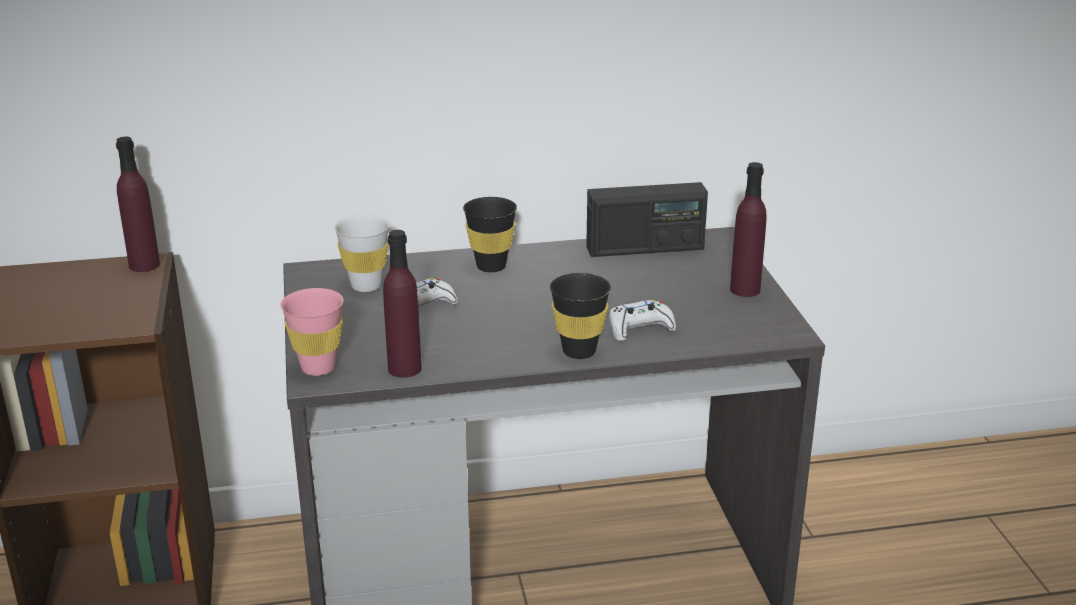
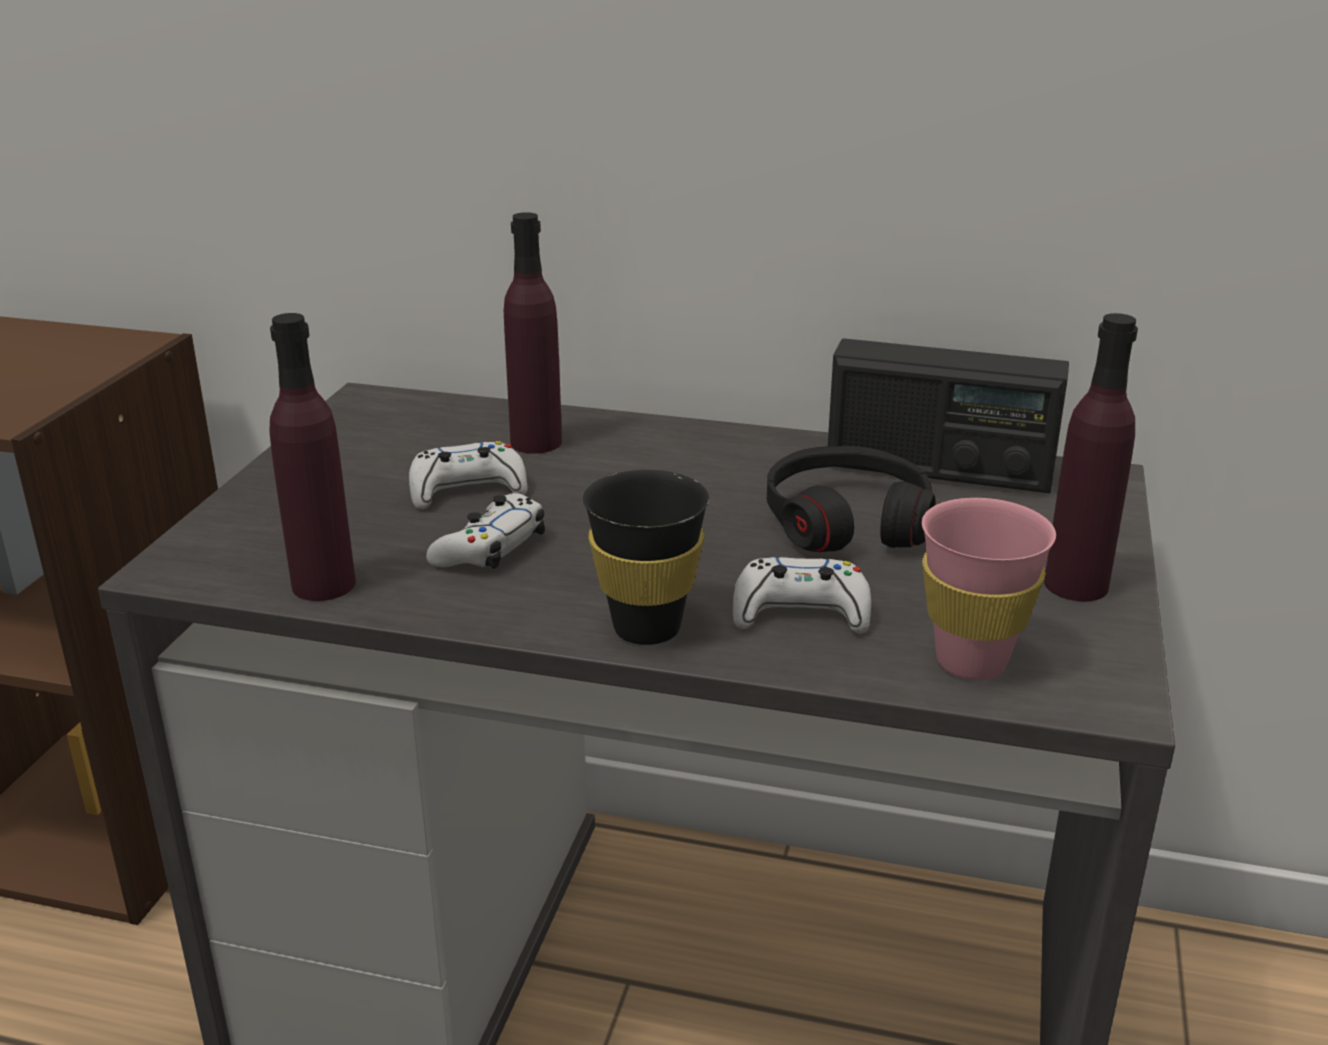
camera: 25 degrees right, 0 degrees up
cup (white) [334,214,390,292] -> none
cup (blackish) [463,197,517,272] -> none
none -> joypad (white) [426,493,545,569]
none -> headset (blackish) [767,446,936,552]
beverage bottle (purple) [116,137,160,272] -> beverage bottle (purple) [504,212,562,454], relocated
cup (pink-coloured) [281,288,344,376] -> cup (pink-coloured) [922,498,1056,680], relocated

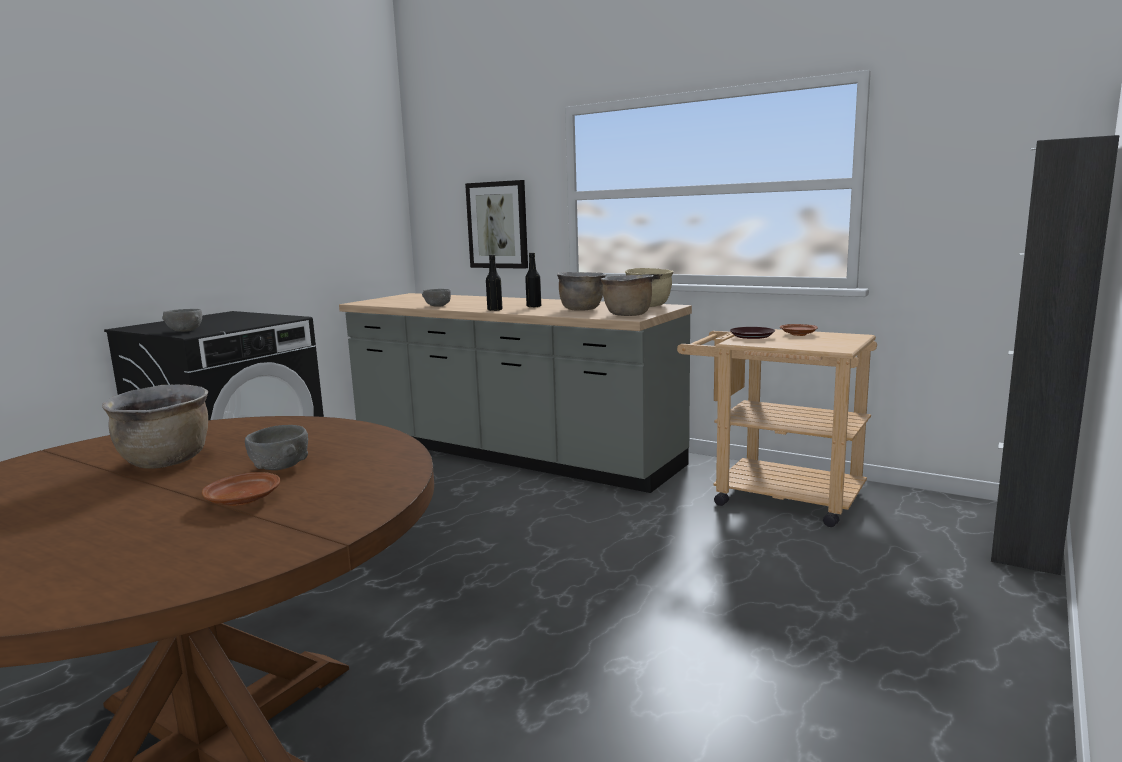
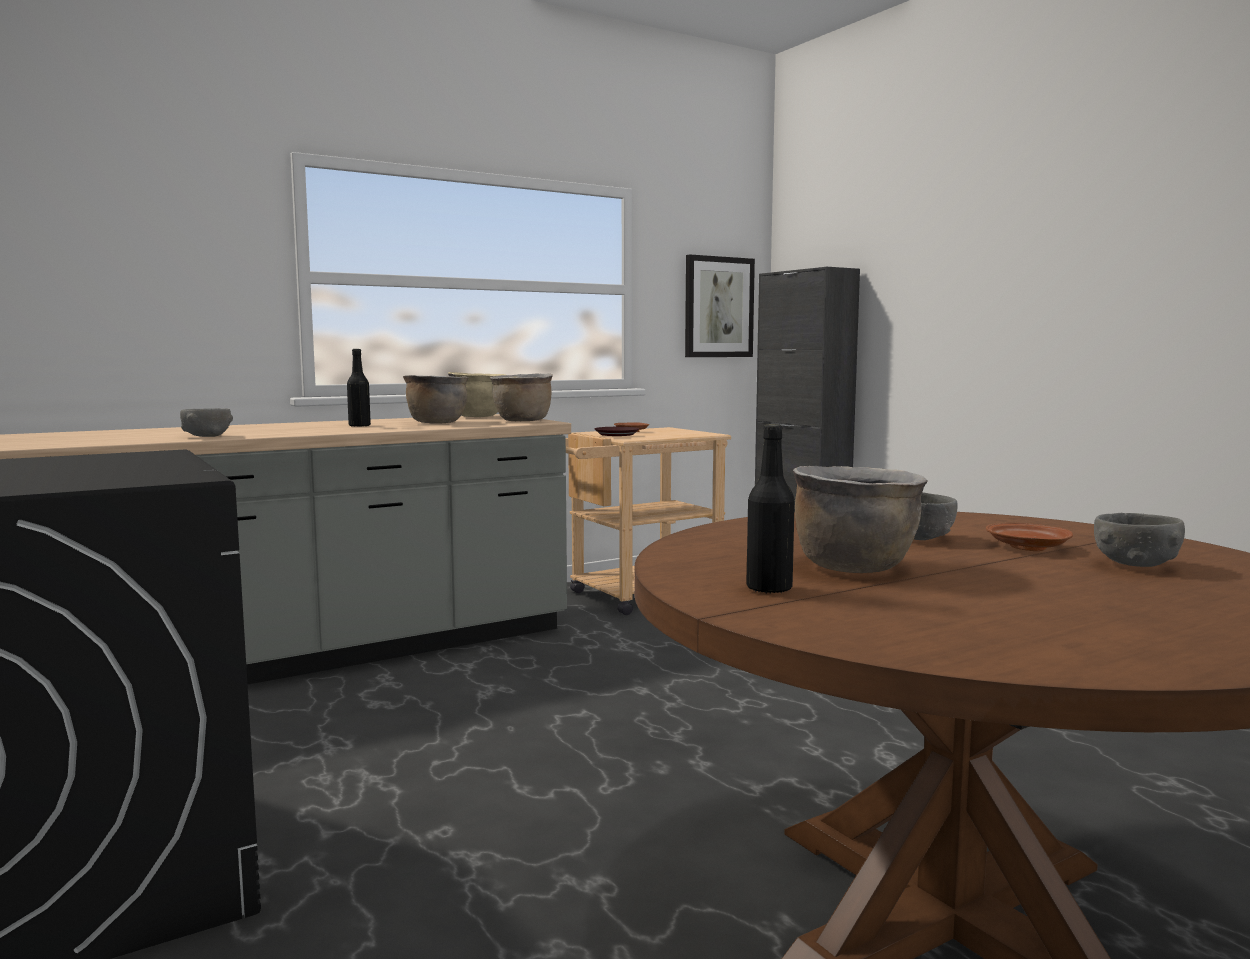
camera: 65 degrees left, 5 degrees down
serving bowl (greyish) [162,309,202,332] -> serving bowl (greyish) [1094,513,1185,567], relocated
picture [465,180,528,269] -> picture [685,255,755,357], relocated
beverage bottle (blackish) [486,255,503,311] -> beverage bottle (blackish) [746,425,795,593], relocated

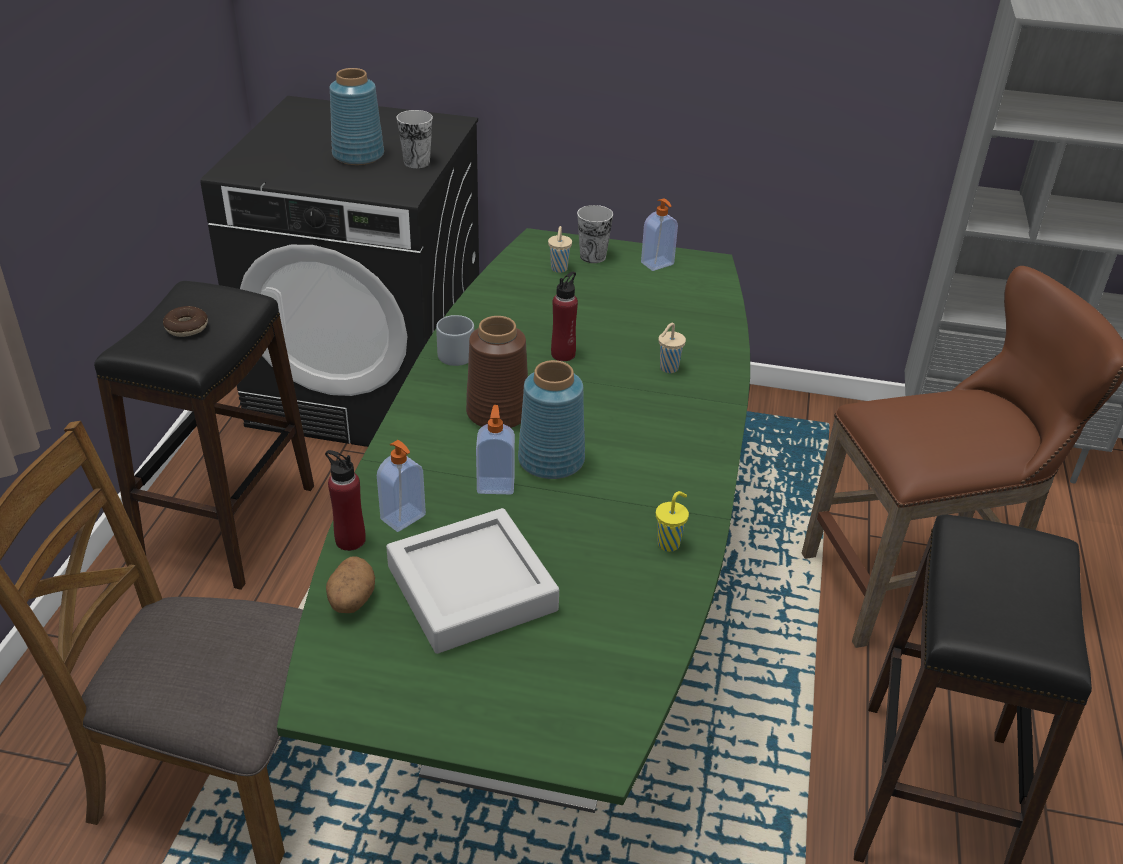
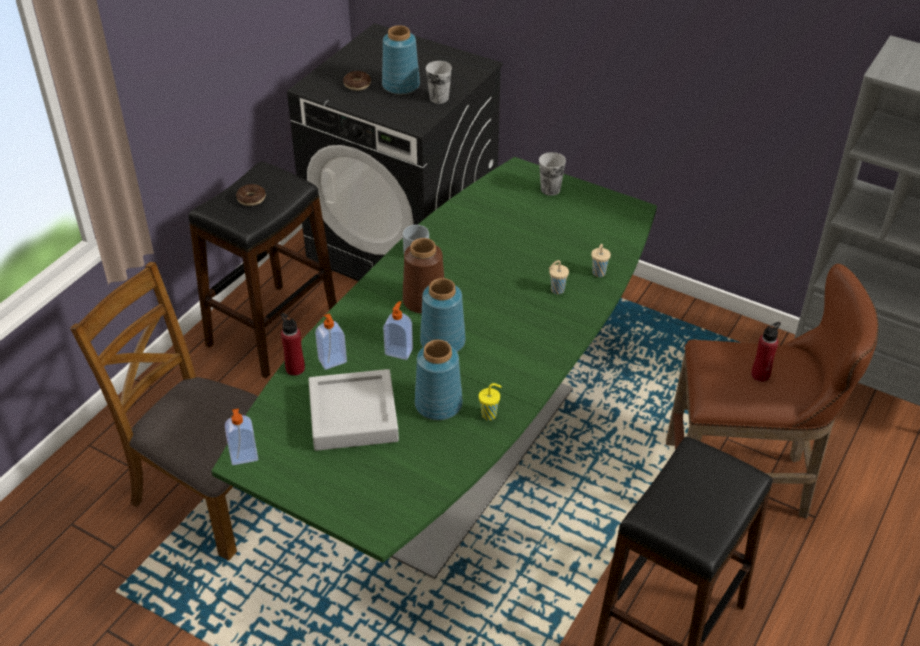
camera: 20 degrees right, 5 degrees up
potato [326,557,375,613] -> none
none -> donut [343,71,371,91]
none -> decorative vase (blue) [415,340,463,420]
cup (beige) [548,226,572,273] -> cup (beige) [591,244,611,277], relocated
beverage bottle (red-coloured) [551,272,578,361] -> beverage bottle (red-coloured) [751,322,781,382], relocated
soap dispenser [641,198,678,271] -> soap dispenser [225,409,258,465], relocated

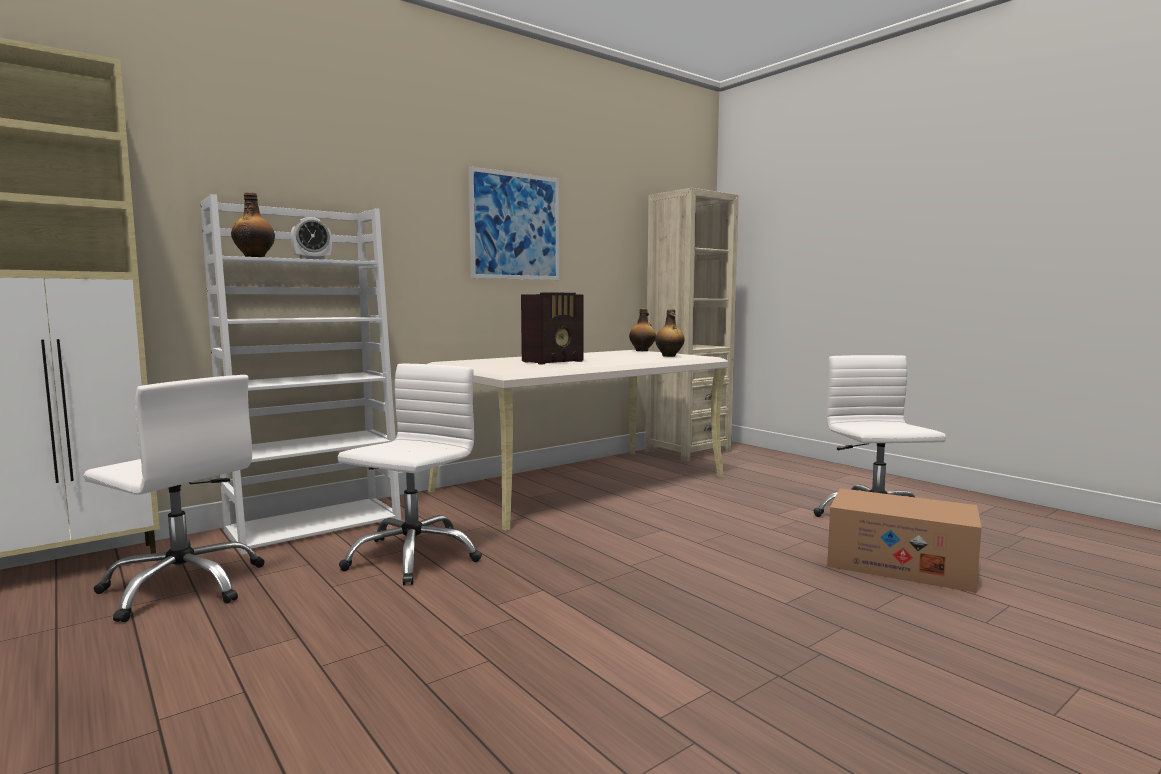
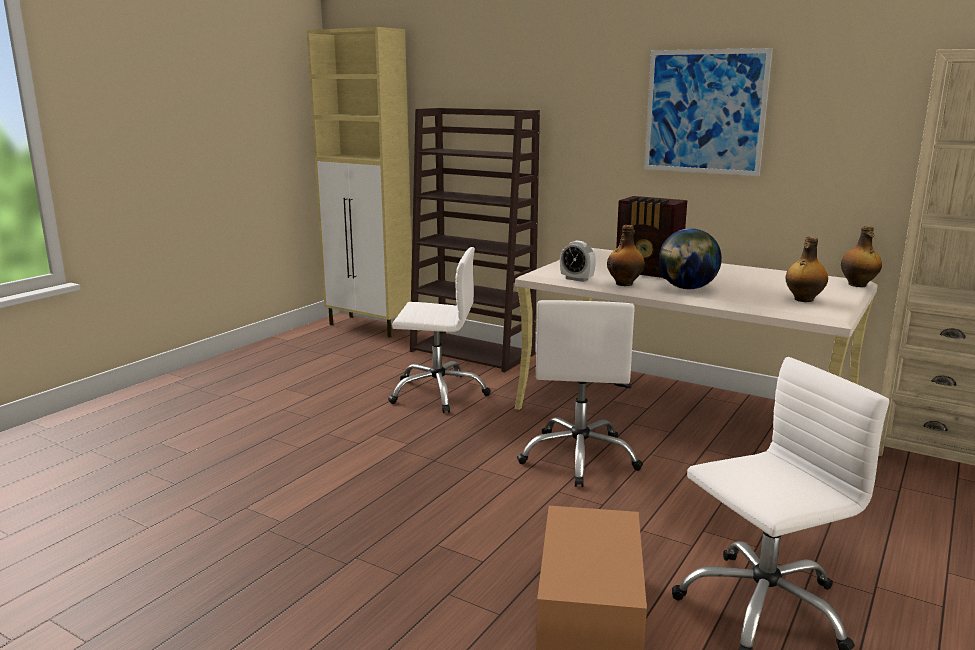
camera: 70 degrees right, 10 degrees up
none -> desk globe [659,228,722,289]
computer chair (white) [84,375,265,622] -> computer chair (white) [517,300,643,487], relocated
beverage bottle [231,192,275,257] -> beverage bottle [607,225,645,286], relocated
bedside clock [290,217,332,260] -> bedside clock [560,241,596,282], relocated
bookcase (white) [200,194,401,555] -> bookcase (brown) [410,108,540,372]

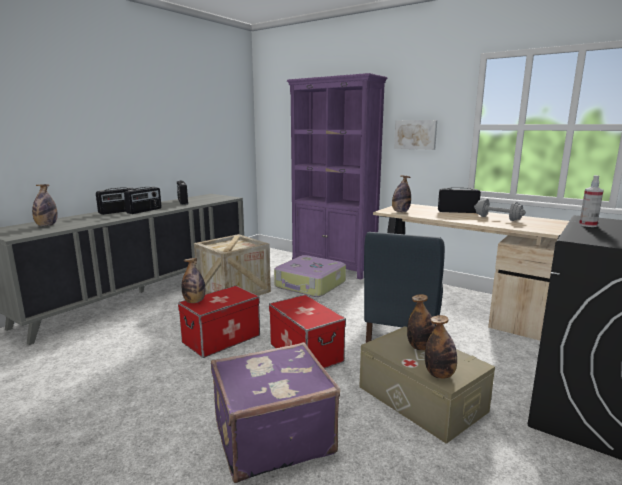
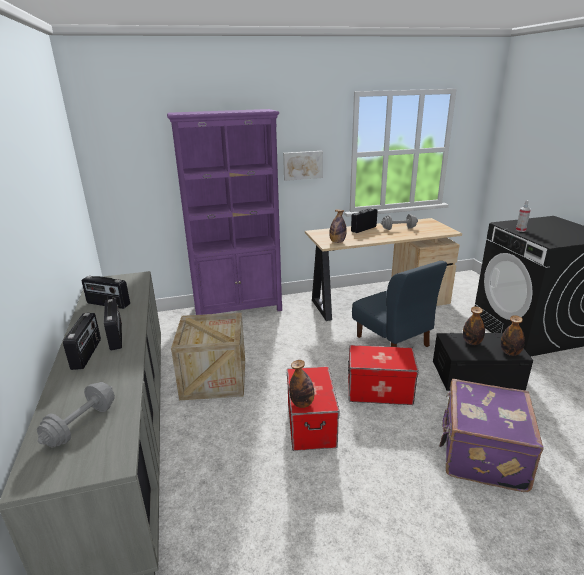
camera: 50 degrees left, 10 degrees up
piece of luggage [274,255,346,297] -> none
beverage bottle [32,184,58,226] -> hand weight (greyish) [37,382,115,448]
storage bin (beige) [360,326,495,444] -> storage bin (blackish) [433,333,533,391]

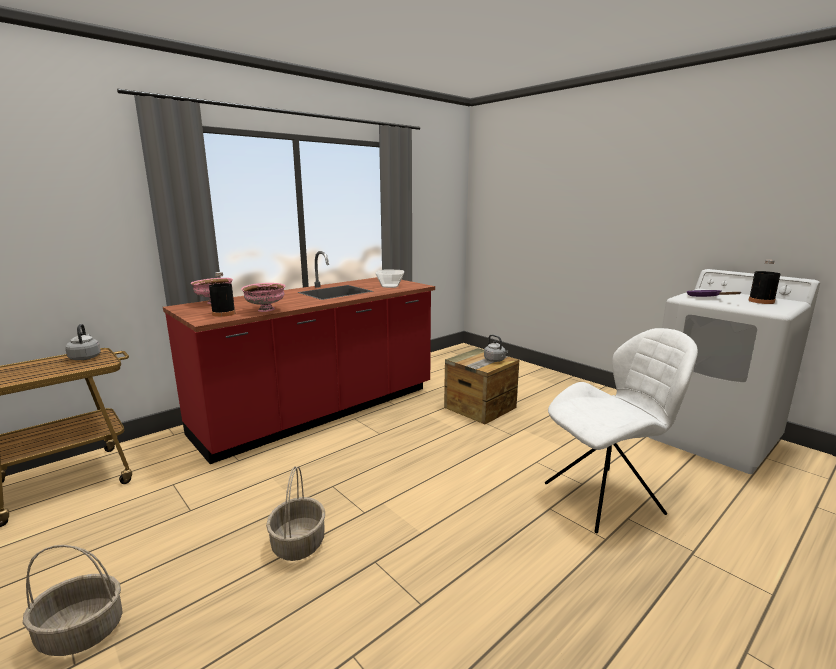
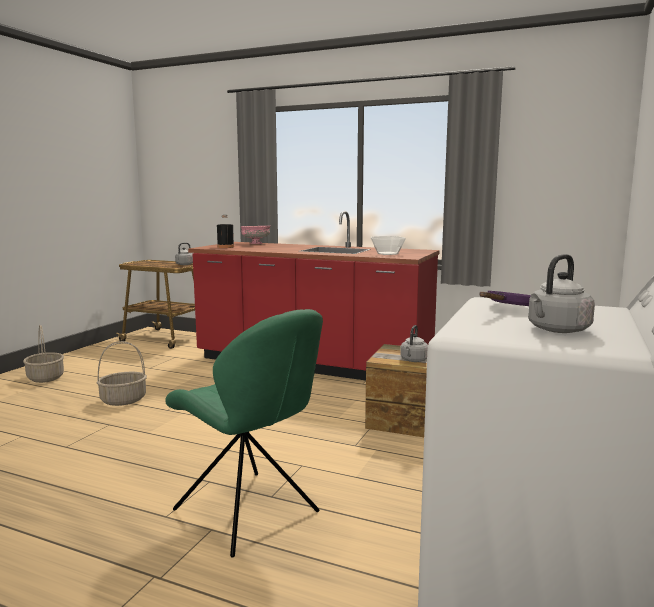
camera: 65 degrees right, 5 degrees down
serving bowl (pink-coloured) [241,283,285,312] -> none
beverage bottle (blackish) [748,260,780,304] -> tea kettle (greyish) [528,254,595,333]
upright chair (white) [545,328,698,533] -> upright chair (greenish) [165,309,323,557]

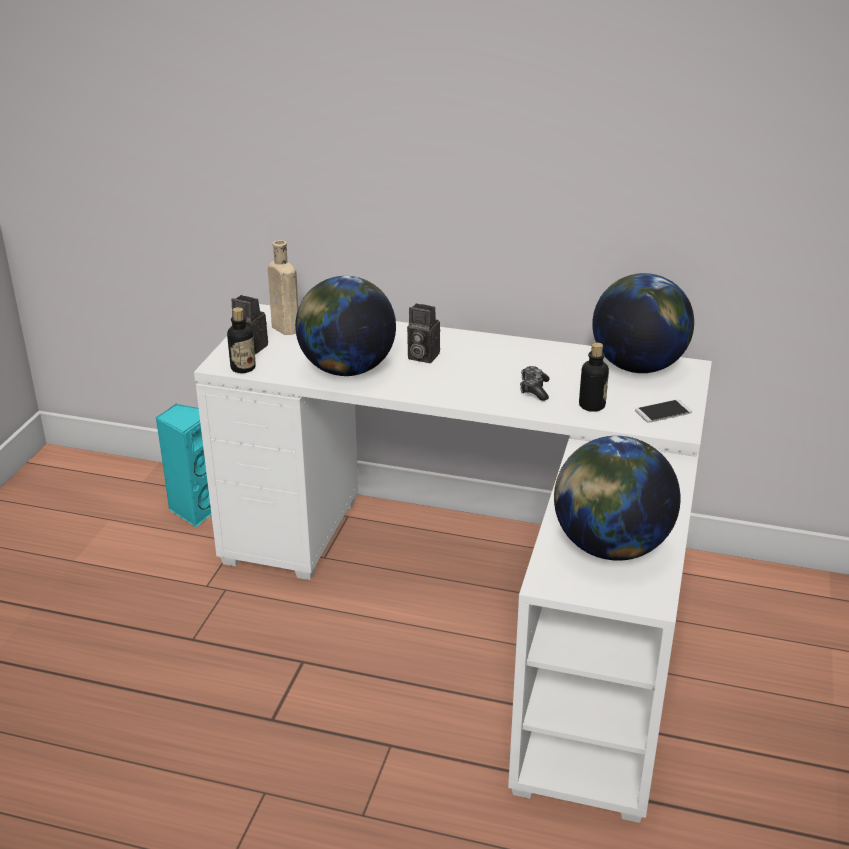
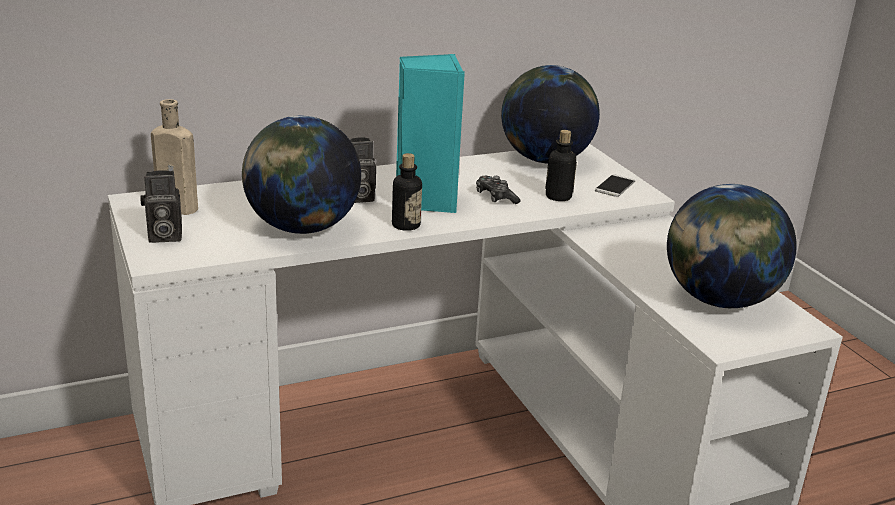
camera: 40 degrees left, 5 degrees down
audio speaker (turquoise) [155,403,211,527] -> audio speaker (turquoise) [396,54,465,213], relocated
beverage bottle [227,307,256,373] -> beverage bottle [392,153,422,231], relocated

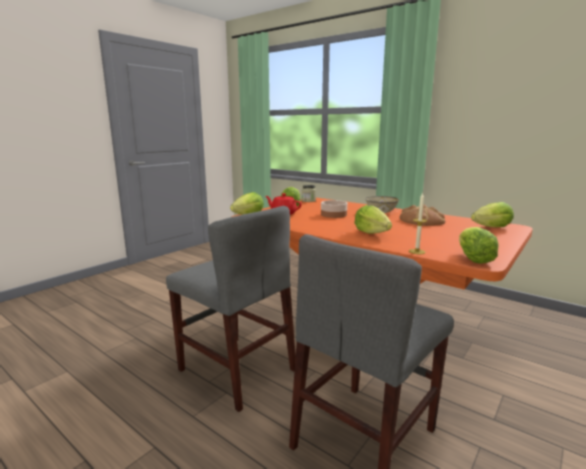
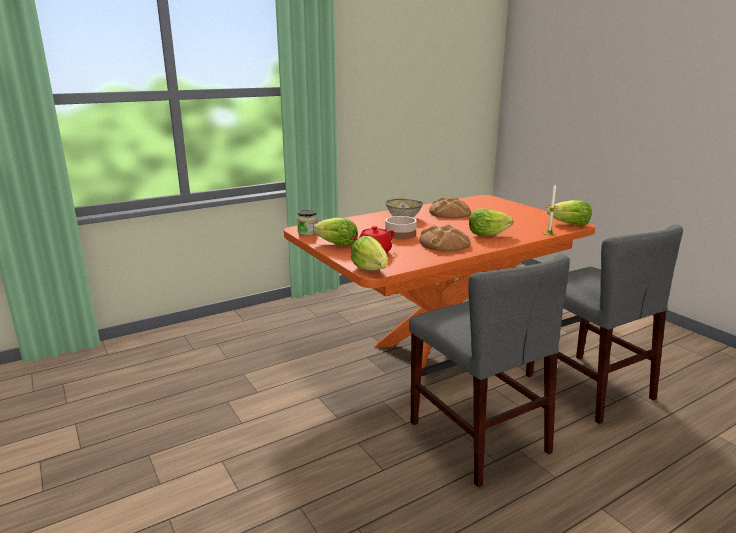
camera: 70 degrees left, 5 degrees up
head of lettuce [471,202,514,227] -> none
none -> bakery bread [419,225,471,251]
upright chair (greyish) [166,206,296,412] -> upright chair (greyish) [409,254,570,487], 90 degrees clockwise

